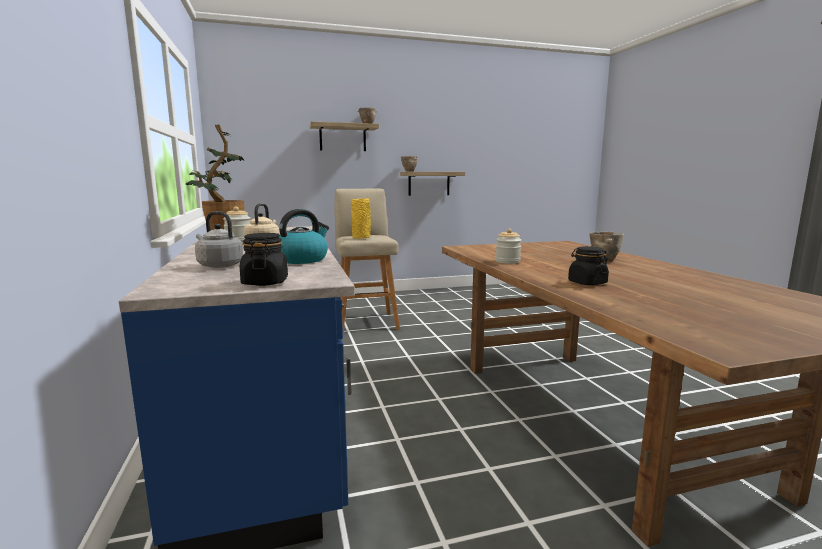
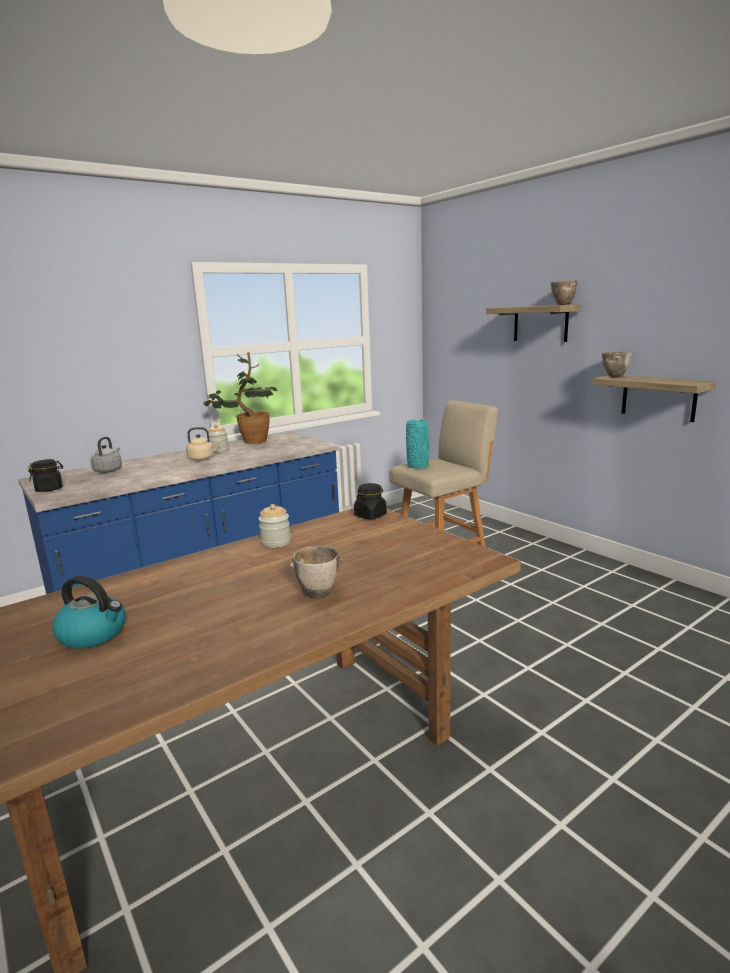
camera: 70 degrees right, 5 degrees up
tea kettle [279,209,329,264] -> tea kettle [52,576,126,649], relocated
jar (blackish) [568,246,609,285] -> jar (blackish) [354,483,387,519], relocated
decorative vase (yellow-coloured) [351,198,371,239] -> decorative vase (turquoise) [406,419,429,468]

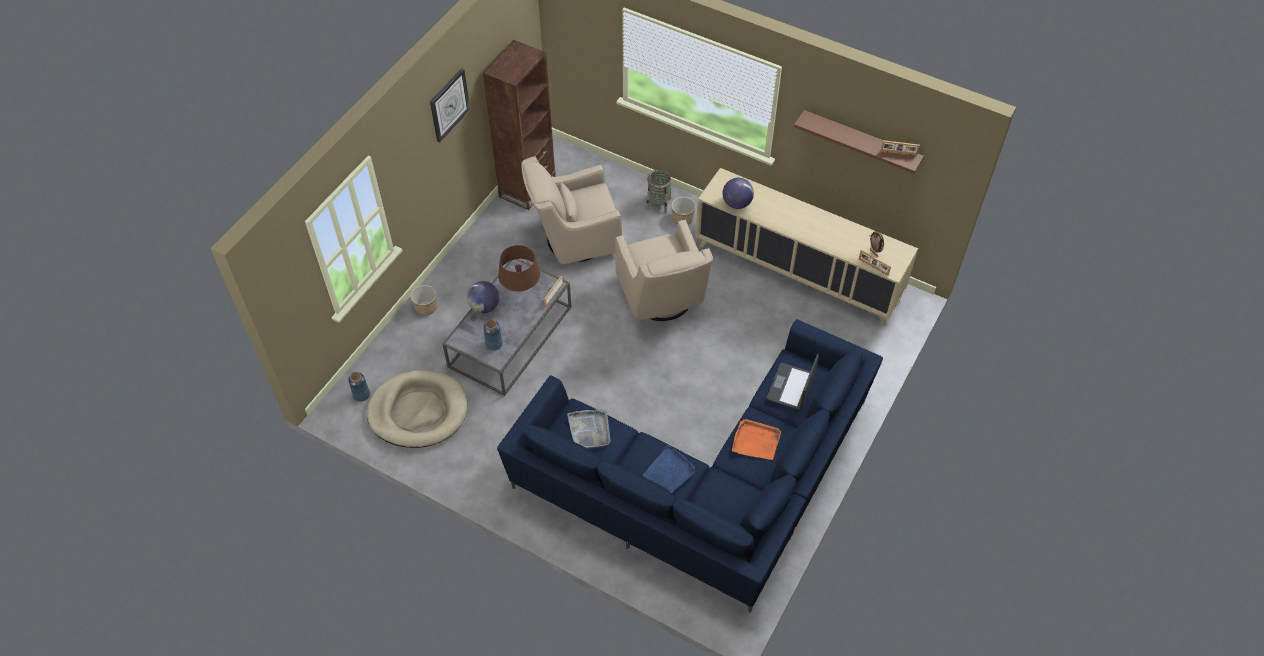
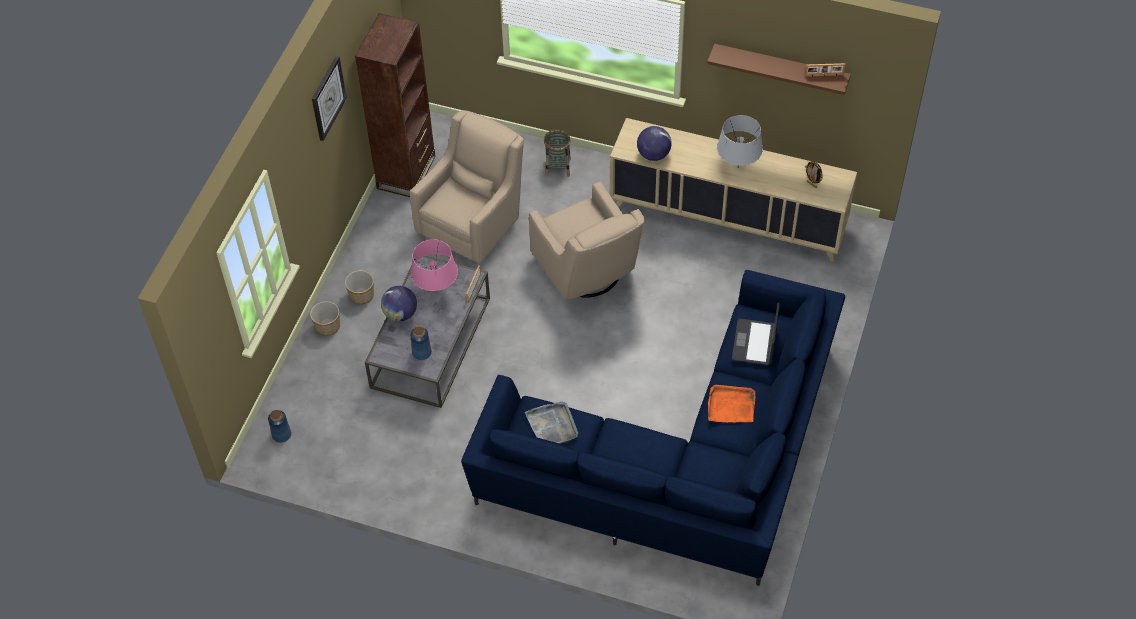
camera: 10 degrees left, 0 degrees up
dog bed (beige) [367,370,468,448] -> none
tray (blue) [643,445,695,493] -> none
standing frame [859,250,891,275] -> none
none -> tabletop lamp (greyish) [717,115,763,166]
planter [671,197,696,225] -> planter [345,270,374,305], relocated
tabletop lamp (brown) [498,245,540,292] -> tabletop lamp (pink-coloured) [411,239,458,291]
armchair (beige) [521,156,622,264] -> armchair (beige) [410,110,524,263], 150 degrees clockwise

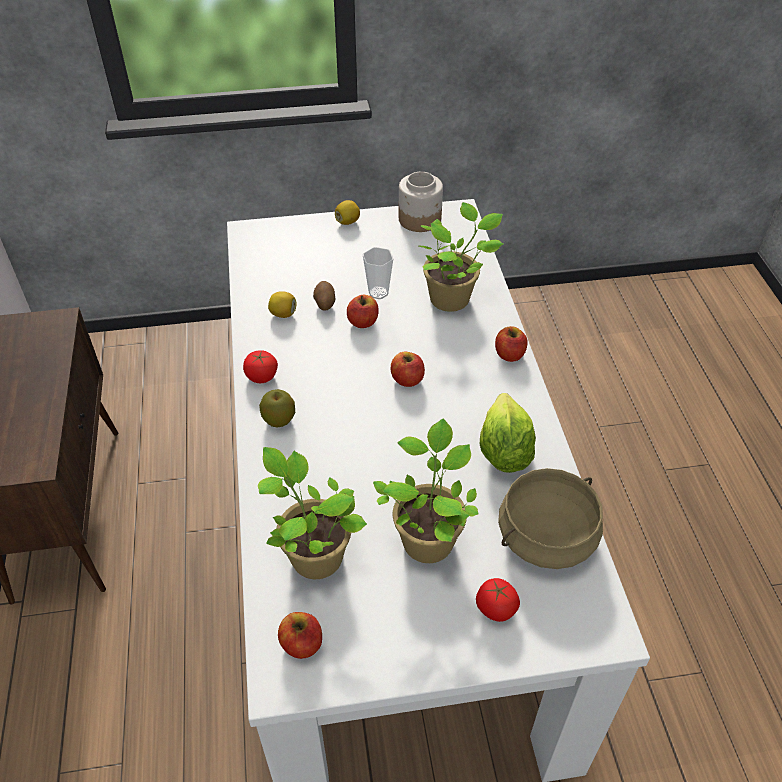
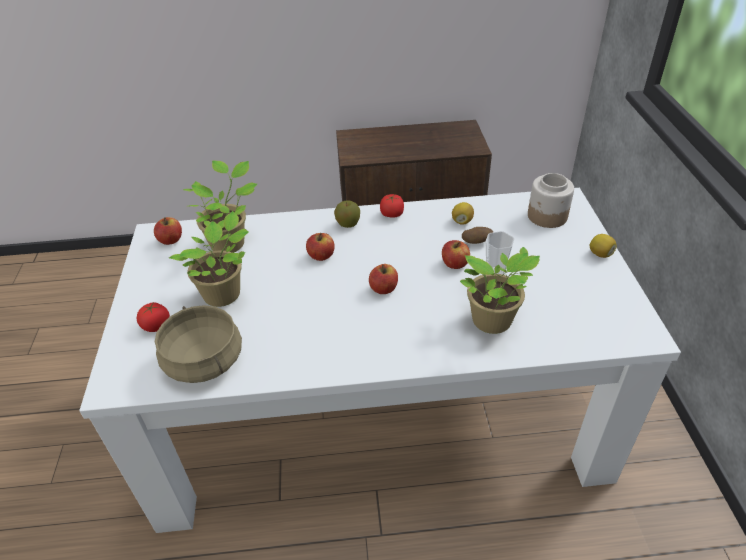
camera: 95 degrees right, 5 degrees down
head of lettuce [480,393,536,473] -> none
jar [399,172,443,232] -> jar [528,173,574,228], relocated
apple fruit [495,326,528,362] -> apple fruit [306,233,335,261], relocated

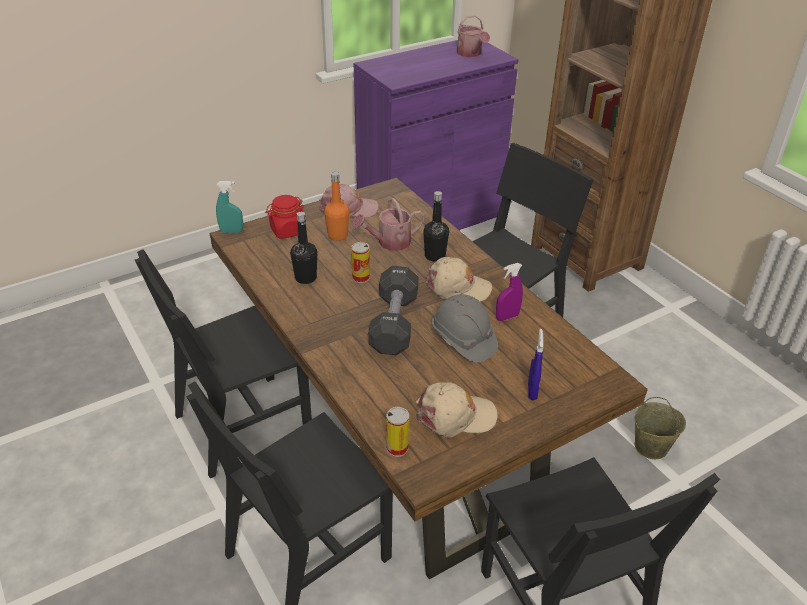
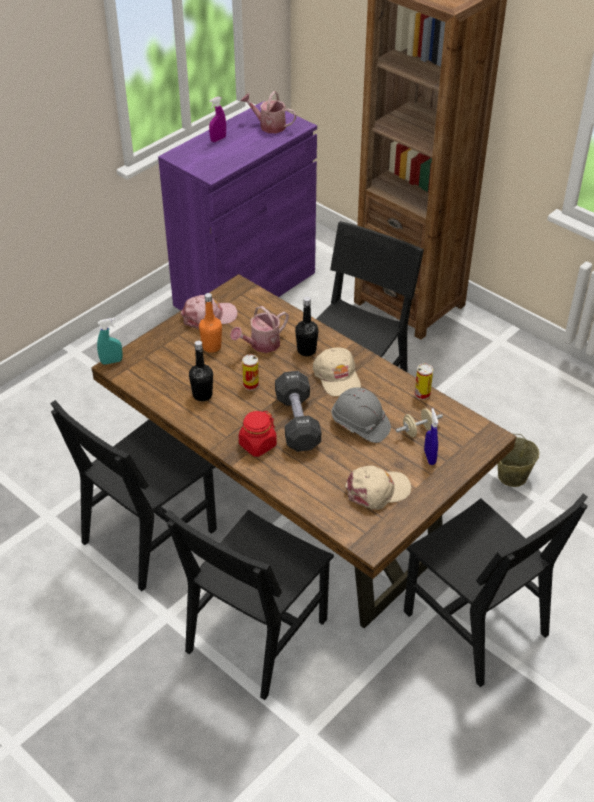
camera: 15 degrees left, 5 degrees up
none -> hand weight (beige) [396,408,443,437]
jar (red-coloured) [265,195,306,239] -> jar (red-coloured) [239,411,277,457], relocated
can [386,407,409,457] -> can [415,364,433,400], relocated
spray bottle (purple) [496,263,523,321] -> spray bottle (purple) [209,96,226,142], relocated
cap (beige) [425,257,493,302] -> cap (beige) [313,347,361,396], 75 degrees clockwise
watering can [457,15,490,57] -> watering can [241,91,296,133], 150 degrees clockwise

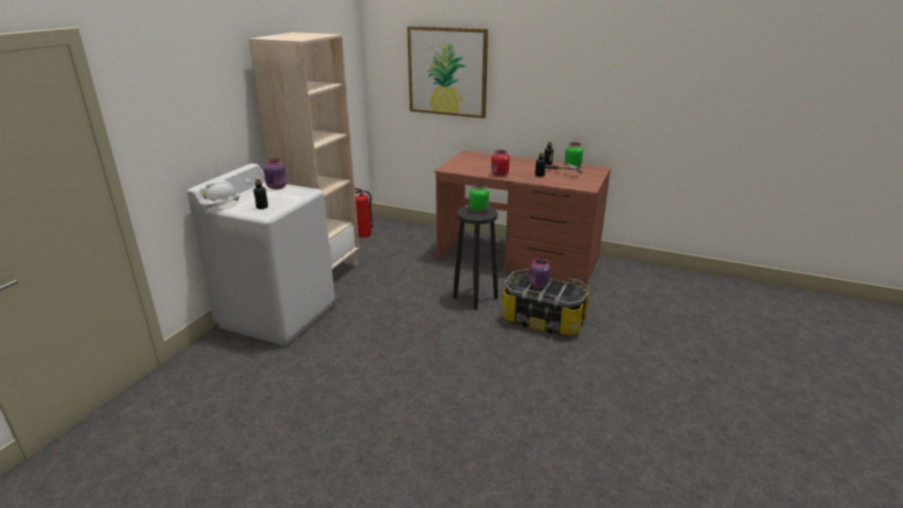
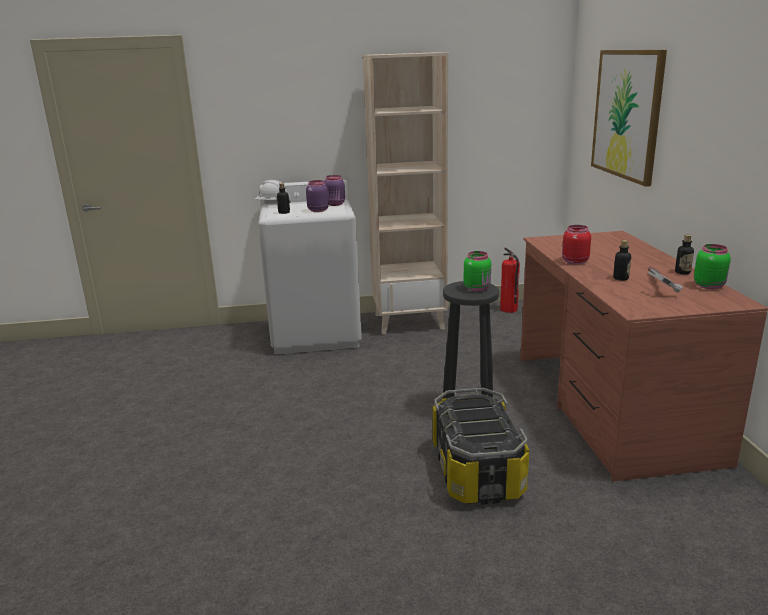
camera: 60 degrees right, 5 degrees down
jar (purple) [529,258,550,288] -> jar (purple) [306,180,329,212], relocated

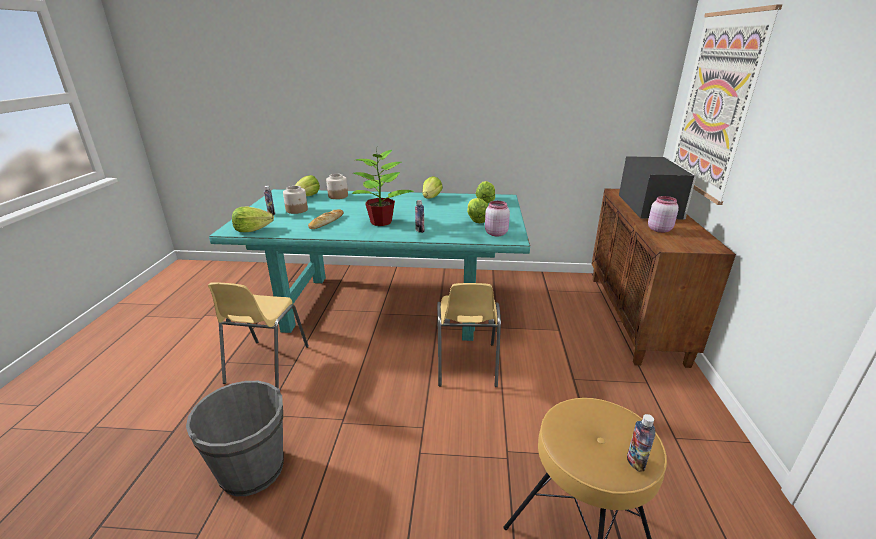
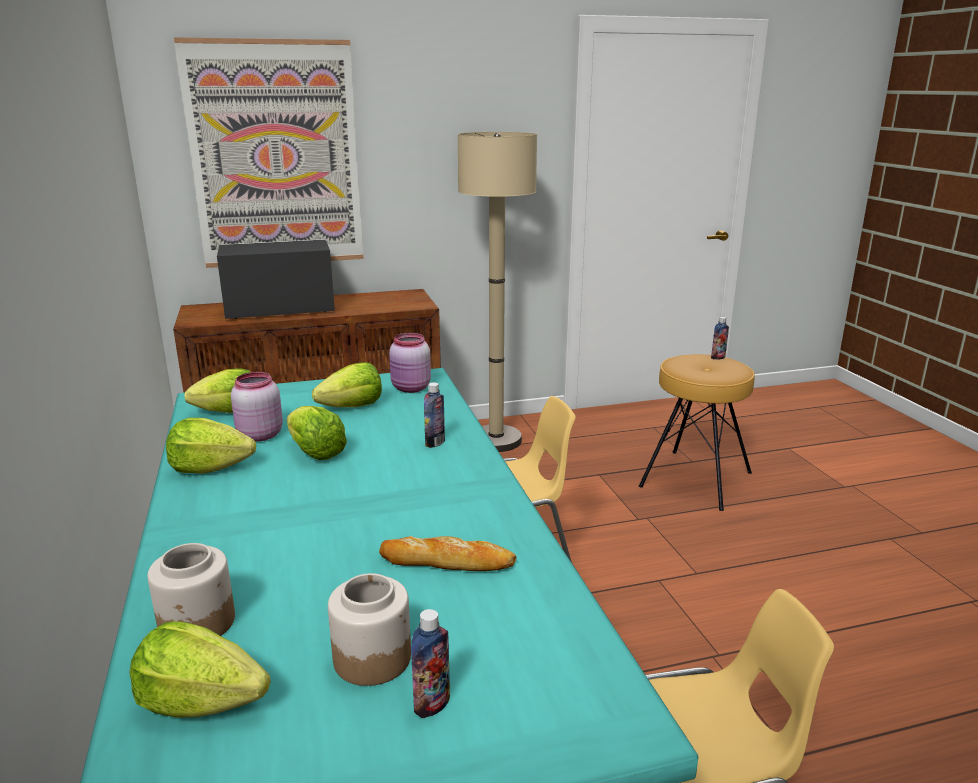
camera: 110 degrees left, 5 degrees down
bucket (greyish) [186,381,284,496] -> none
plant in a pot [352,149,414,226] -> none
none -> floor lamp (beige) [458,132,537,452]
head of lettuce [232,207,274,232] -> head of lettuce [287,406,347,460], relocated
jar (pink-coloured) [648,196,679,233] -> jar (pink-coloured) [231,372,283,442], relocated

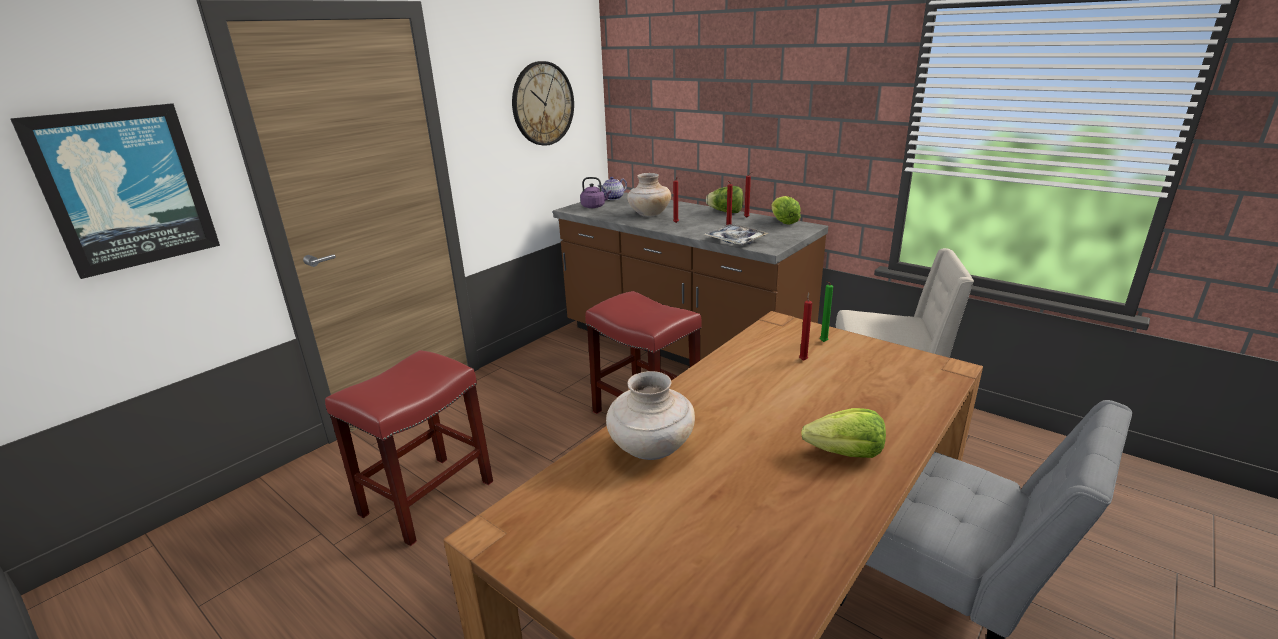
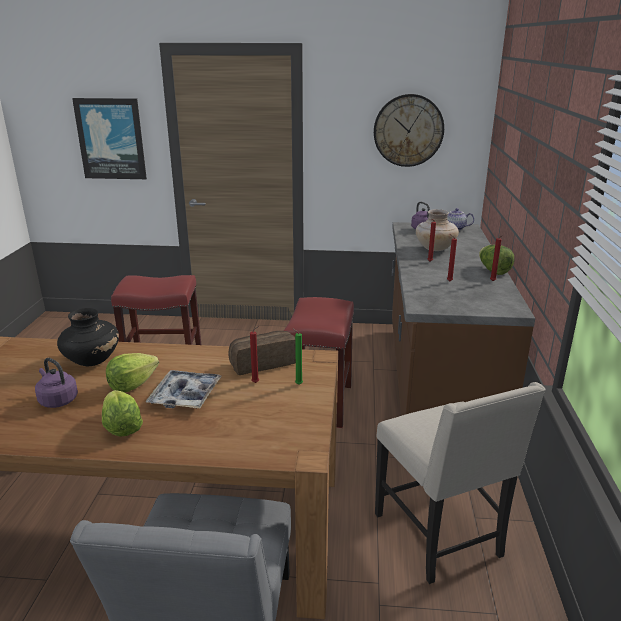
camera: 55 degrees right, 0 degrees up
none -> tea kettle (purple) [35,358,78,408]
none -> bakery bread [229,331,296,375]
tray [703,224,768,245] -> tray [146,370,222,408], relocated
head of lettuce [772,196,801,224] -> head of lettuce [106,353,159,393], relocated
decorative vase (beige) [606,371,695,460] -> decorative vase (blackish) [57,308,119,366]

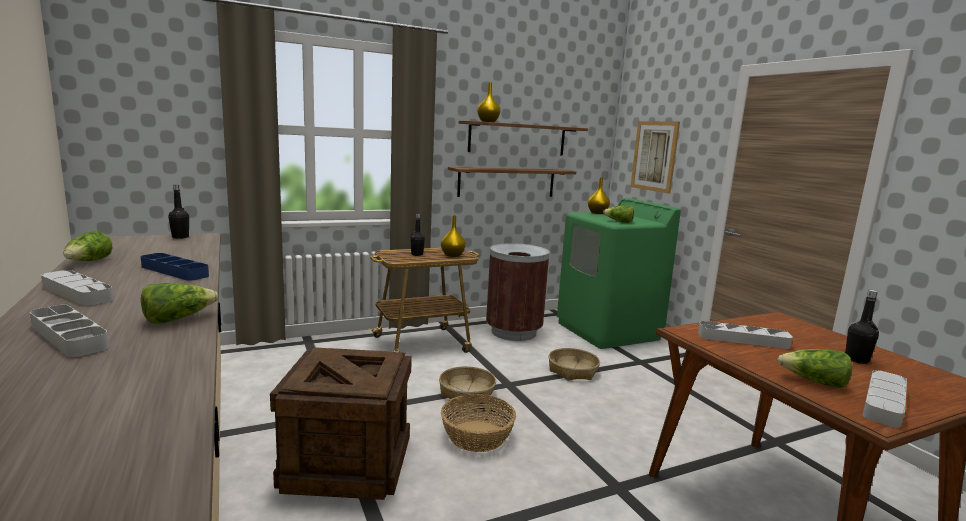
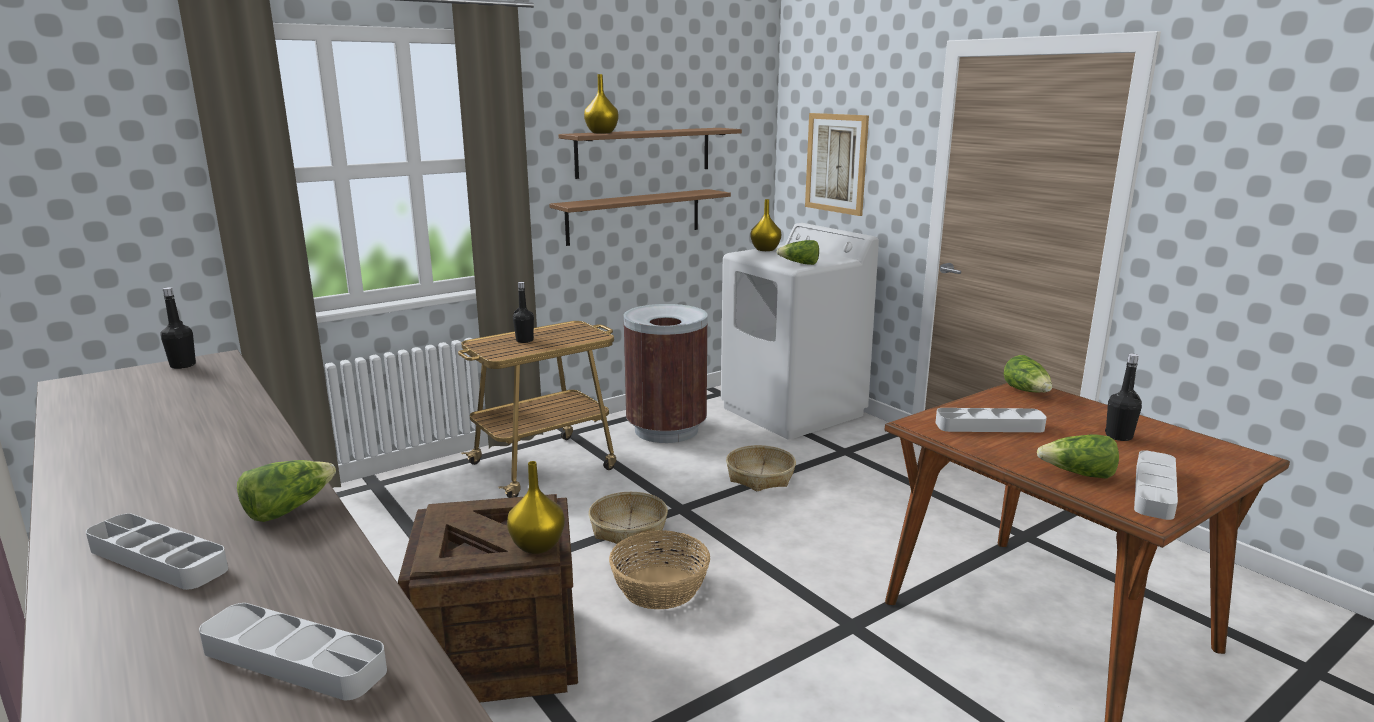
camera: 10 degrees left, 5 degrees up
tray (blue) [141,253,209,281] -> none
tray (greyish) [41,270,114,306] -> tray (greyish) [199,603,387,700], relocated
head of lettuce [63,231,112,261] -> head of lettuce [1004,355,1052,393], relocated
decorative vase (yellow-coloured) [441,215,466,257] -> decorative vase (yellow-coloured) [507,461,565,554], relocated
laundry appliance (greenish) [557,198,681,349] -> laundry appliance (white) [721,223,879,440]

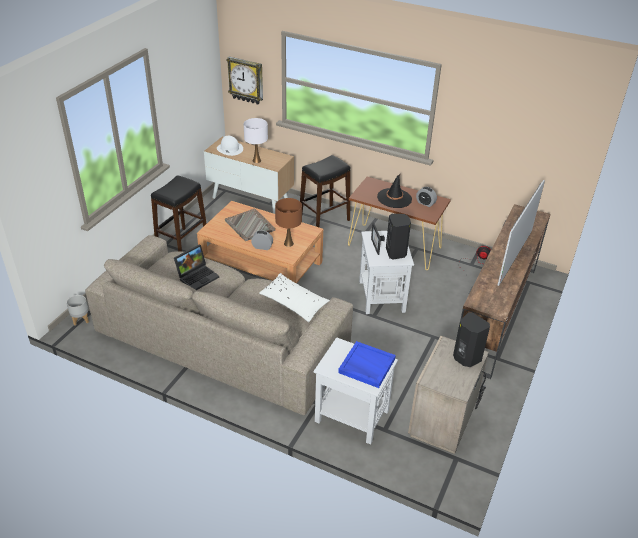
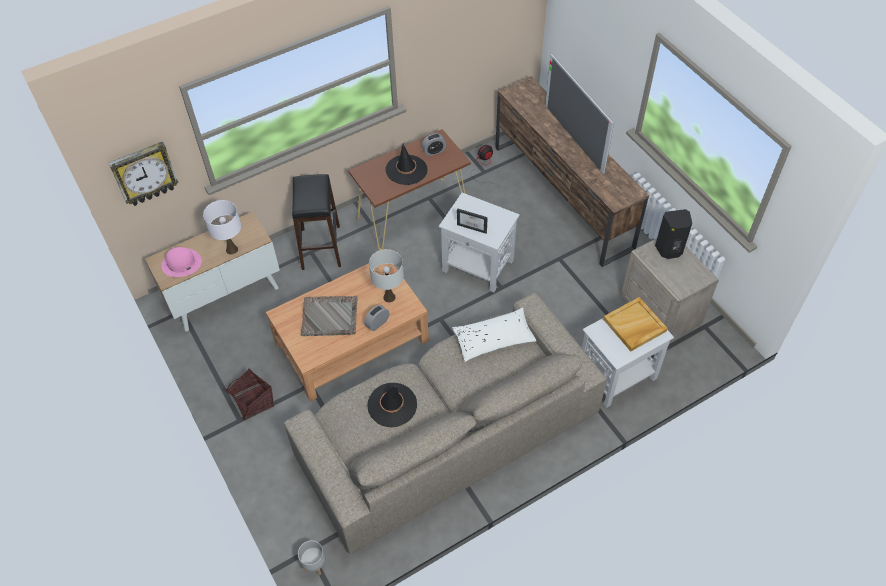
camera: 55 degrees left, 15 degrees up
audio speaker (blackish) [386,214,411,260] -> none
stool (blackish) [151,176,207,252] -> household basket [226,368,274,420]
notebook computer [174,244,219,290] -> clothing hat (blackish) [367,383,417,427]
clothing hat (white) [217,136,243,156] -> clothing hat (pink-coloured) [162,247,202,277]
tabletop lamp (brown) [275,198,302,247] -> tabletop lamp (white) [369,249,404,302]
tray (blue) [338,341,396,388] -> tray (beige) [603,297,668,351]

